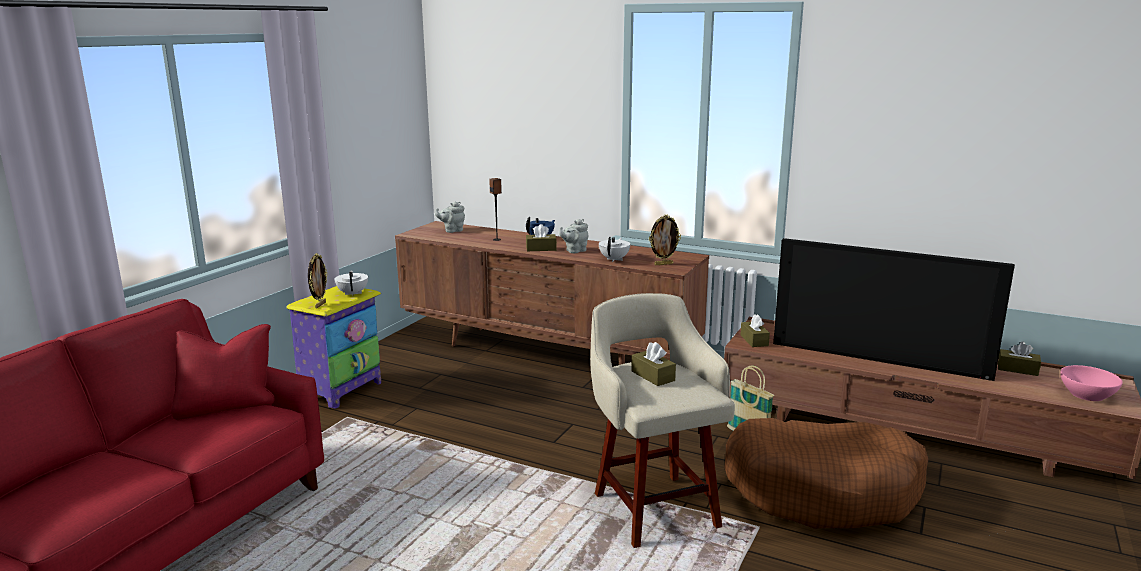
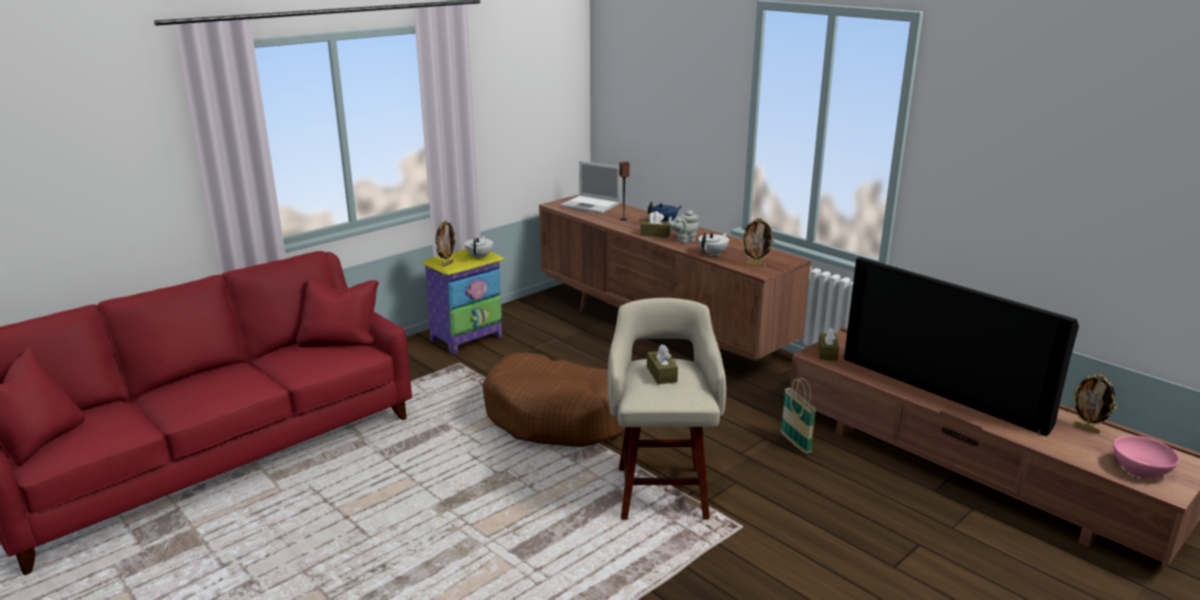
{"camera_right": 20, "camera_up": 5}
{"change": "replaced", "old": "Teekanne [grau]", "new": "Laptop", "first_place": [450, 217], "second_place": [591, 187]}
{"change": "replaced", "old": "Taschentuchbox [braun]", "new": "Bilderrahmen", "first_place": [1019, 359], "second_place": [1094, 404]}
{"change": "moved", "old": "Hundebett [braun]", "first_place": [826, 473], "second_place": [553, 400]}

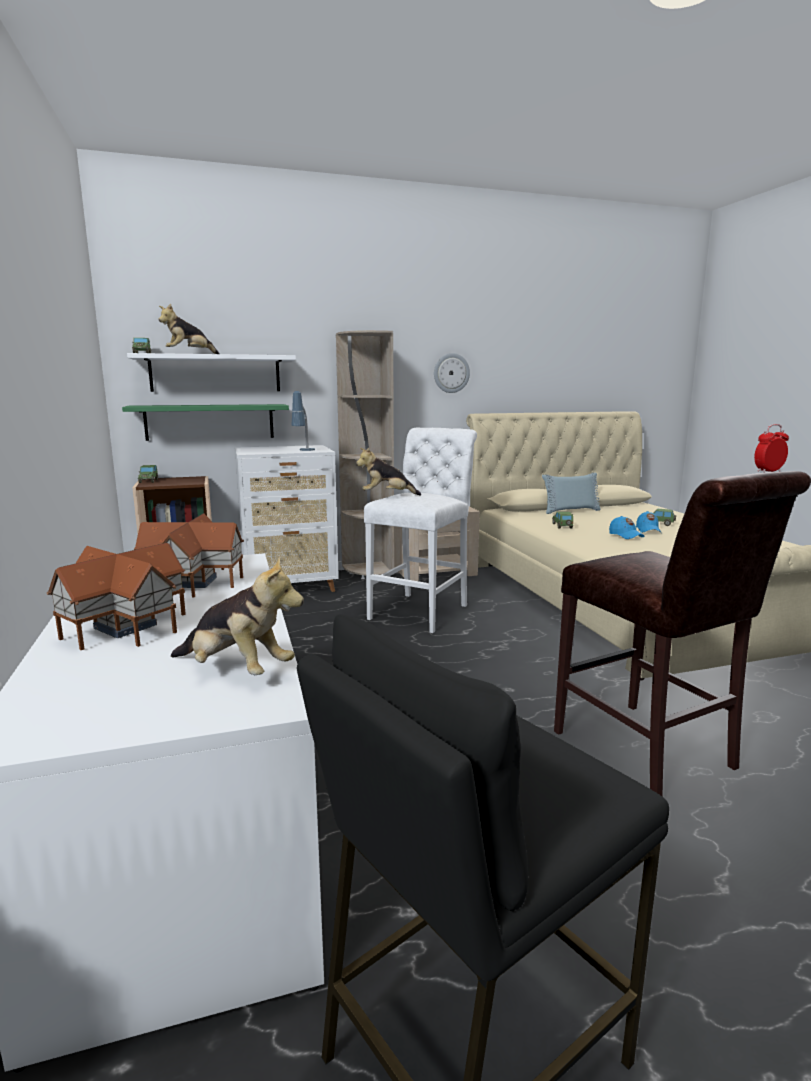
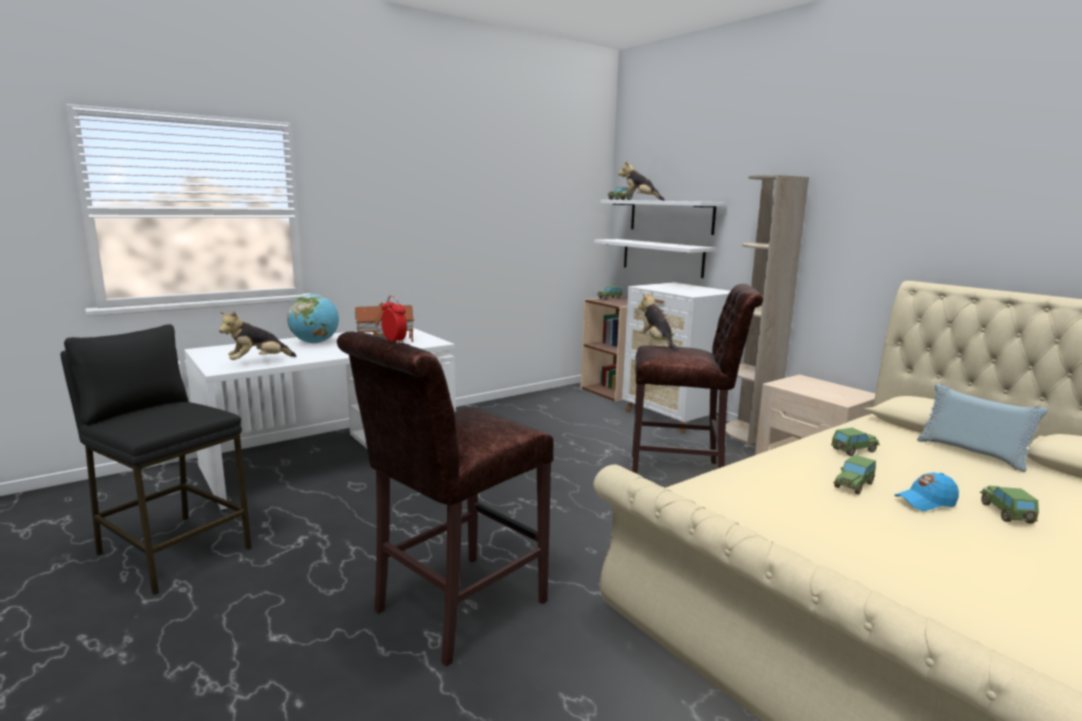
{"camera_right": 70, "camera_up": 0}
{"change": "removed", "old": "Wanduhr", "first_place": [452, 373]}
{"change": "removed", "old": "Tischlampe", "first_place": [303, 421]}
{"change": "recoloured", "old": "Wandregal [grün]", "new": "Wandregal [weiß]", "first_place": [205, 422], "second_place": [655, 258]}
{"change": "recoloured", "old": "Hocker [weiß]", "new": "Hocker [braun]", "first_place": [420, 530], "second_place": [697, 379]}
{"change": "replaced", "old": "Kappe [blau]", "new": "Spielzeugauto", "first_place": [626, 527], "second_place": [854, 475]}
{"change": "replaced", "old": "Spielzeughaus", "new": "Globus", "first_place": [116, 596], "second_place": [313, 318]}
{"change": "turned", "old": "Plüschtier", "first_place": [237, 615], "second_place": [257, 335], "degrees": 45}

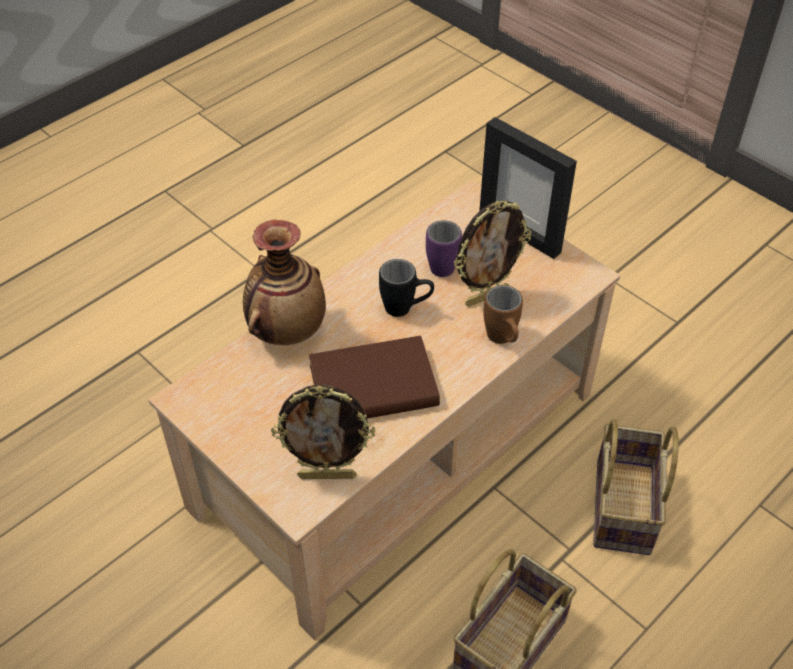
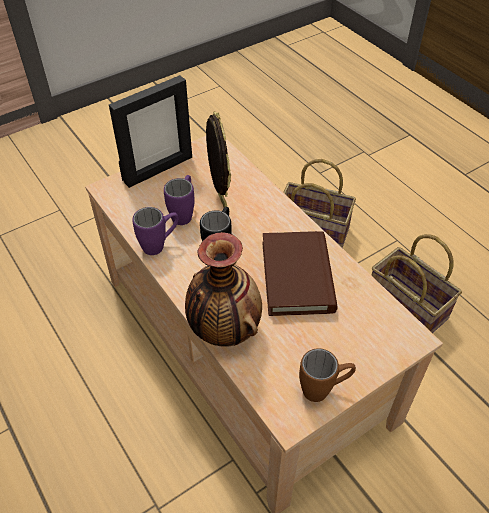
{"camera_right": -80, "camera_up": 0}
{"change": "moved", "old": "Henkelbecher [braun]", "first_place": [503, 314], "second_place": [327, 375]}
{"change": "removed", "old": "Bilderrahmen", "first_place": [323, 431]}
{"change": "added", "new": "Henkelbecher [lila]", "second_place": [155, 231]}

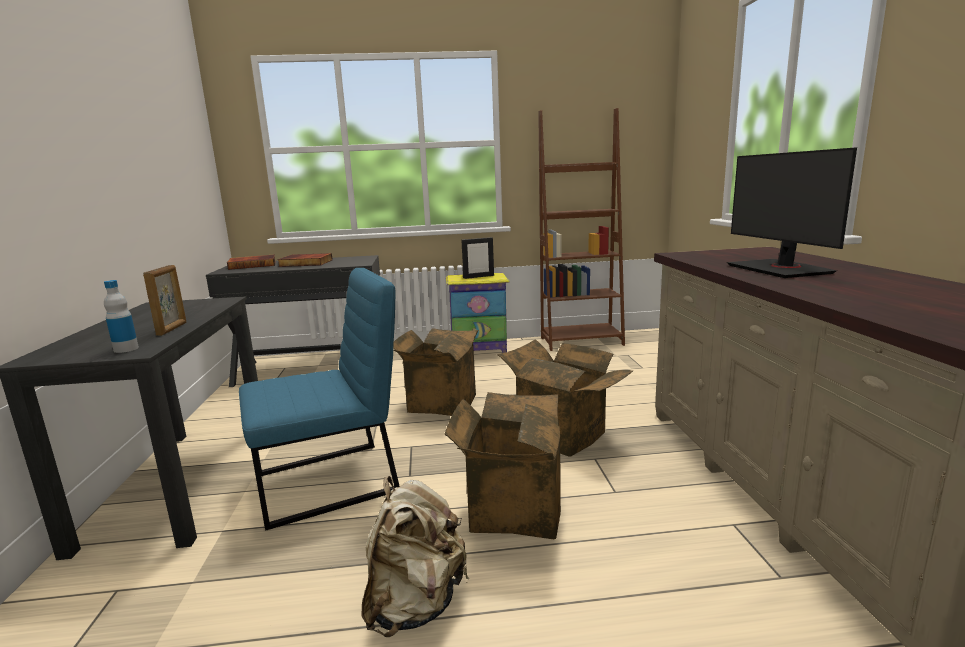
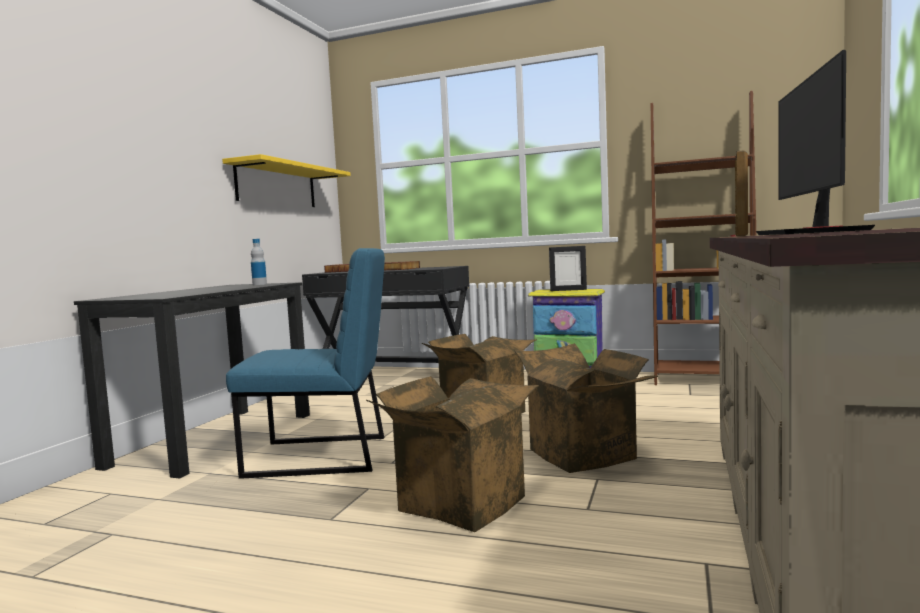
{"camera_right": 25, "camera_up": -10}
{"change": "moved", "old": "Bilderrahmen", "first_place": [164, 300], "second_place": [741, 193]}
{"change": "moved", "old": "Flasche", "first_place": [121, 316], "second_place": [259, 262]}
{"change": "removed", "old": "Rucksack [beige]", "first_place": [415, 556]}
{"change": "added", "new": "Wandregal [gelb]", "second_place": [286, 180]}

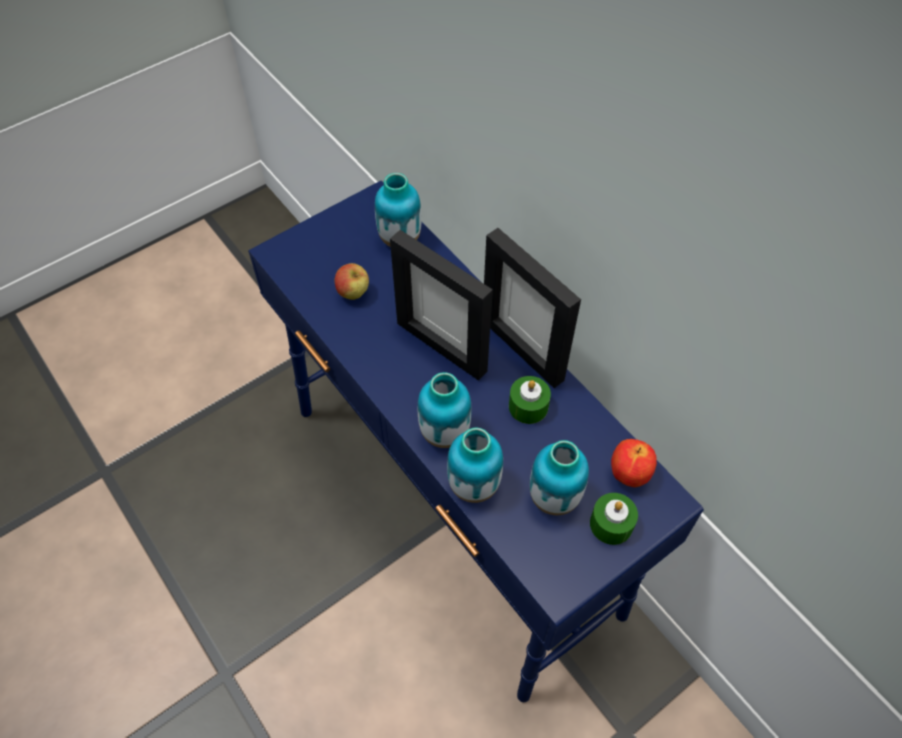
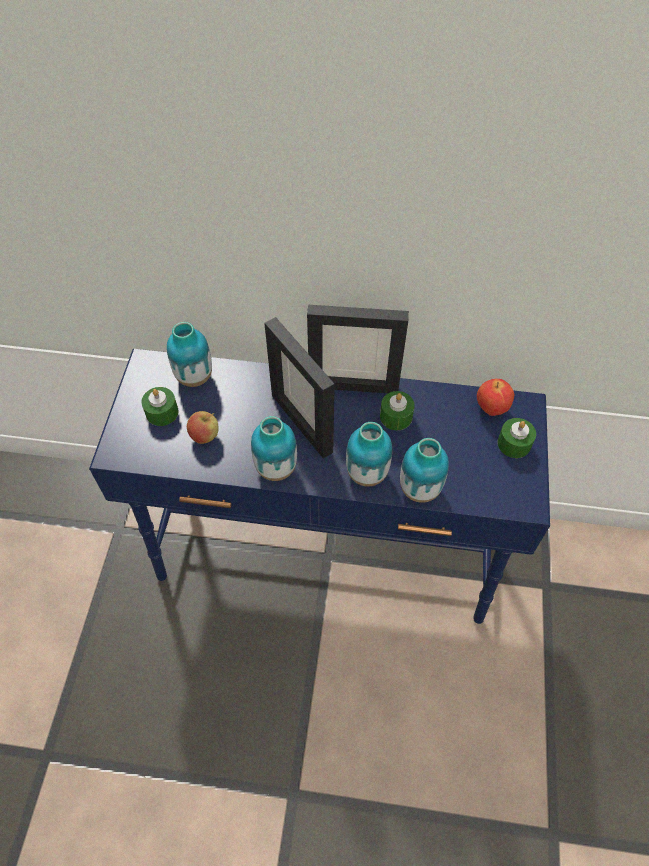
{"camera_right": -45, "camera_up": 0}
{"change": "turned", "old": "Bilderrahmen", "first_place": [441, 305], "second_place": [299, 387], "degrees": 60}
{"change": "moved", "old": "Vase", "first_place": [559, 477], "second_place": [274, 448]}
{"change": "added", "new": "Kerze [grün]", "second_place": [160, 406]}

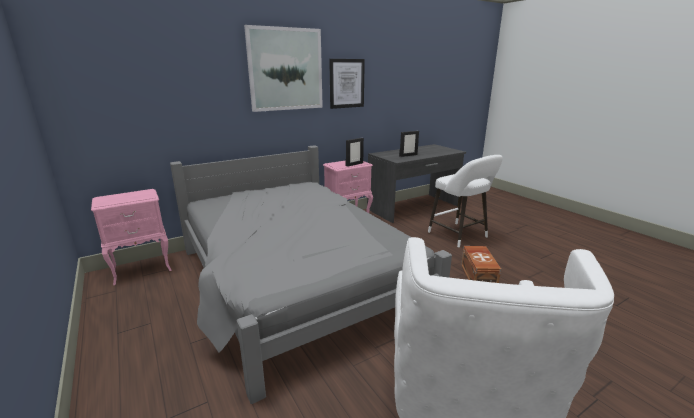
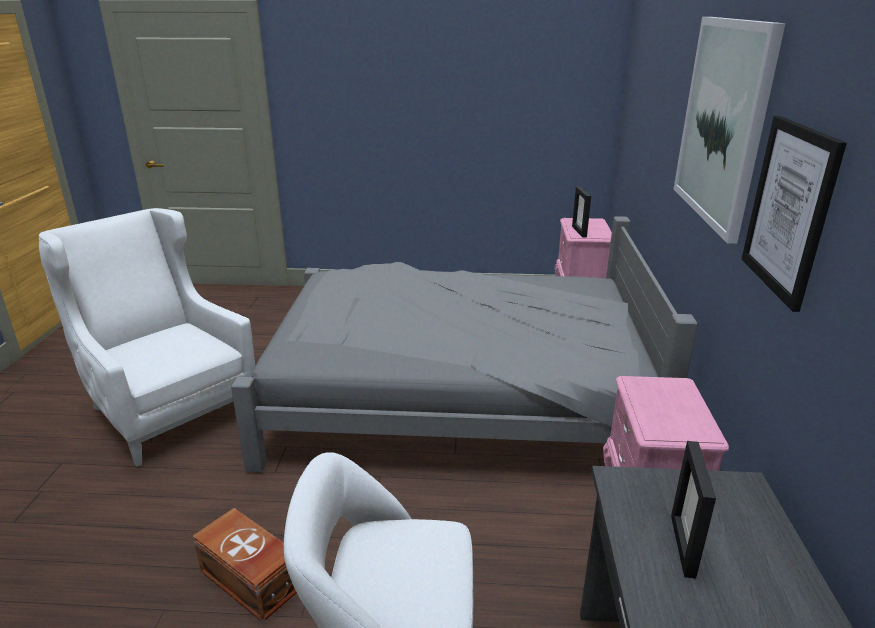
{"camera_right": 125, "camera_up": 5}
{"change": "moved", "old": "Bilderrahmen", "first_place": [354, 152], "second_place": [581, 212]}

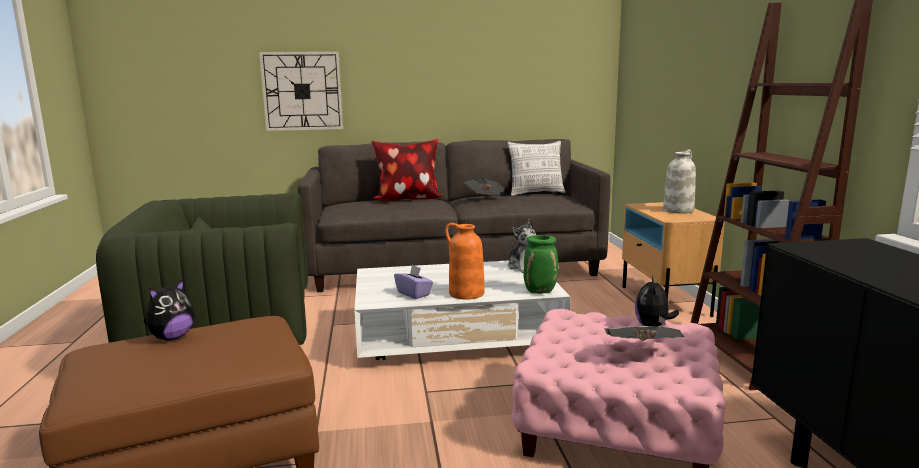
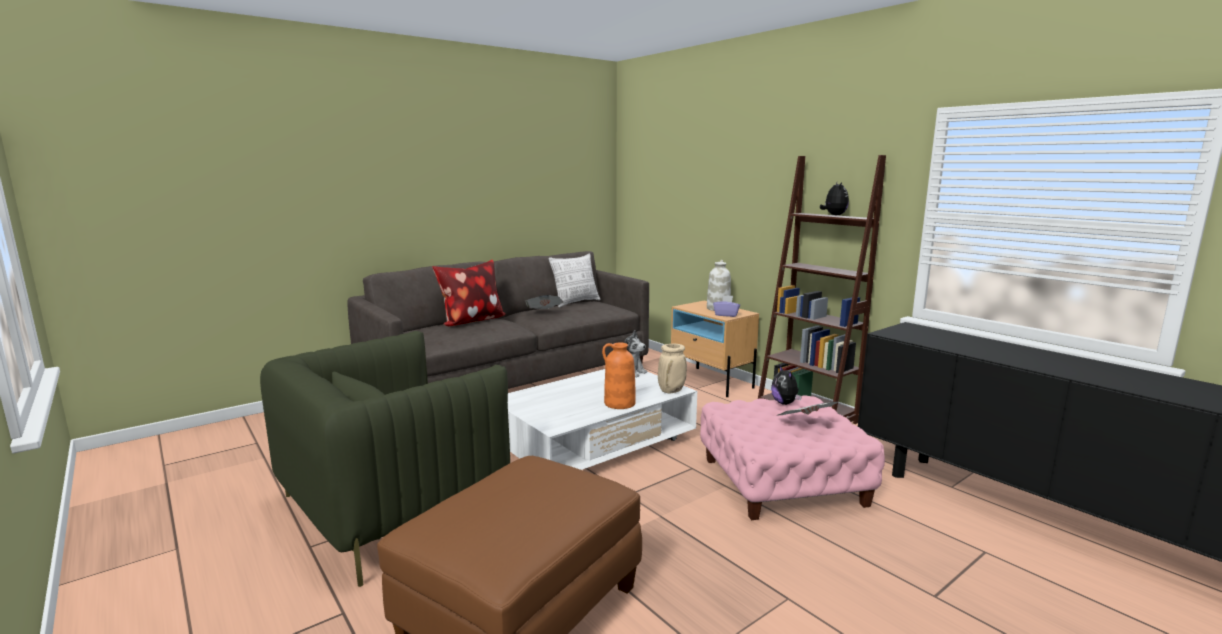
{"camera_right": -30, "camera_up": 0}
{"change": "removed", "old": "Wanduhr", "first_place": [301, 91]}
{"change": "recoloured", "old": "Vase [grün]", "new": "Vase [beige]", "first_place": [540, 264], "second_place": [672, 368]}
{"change": "moved", "old": "Taschentuchbox [lila]", "first_place": [413, 282], "second_place": [726, 306]}
{"change": "moved", "old": "Plüschtier", "first_place": [169, 310], "second_place": [834, 199]}

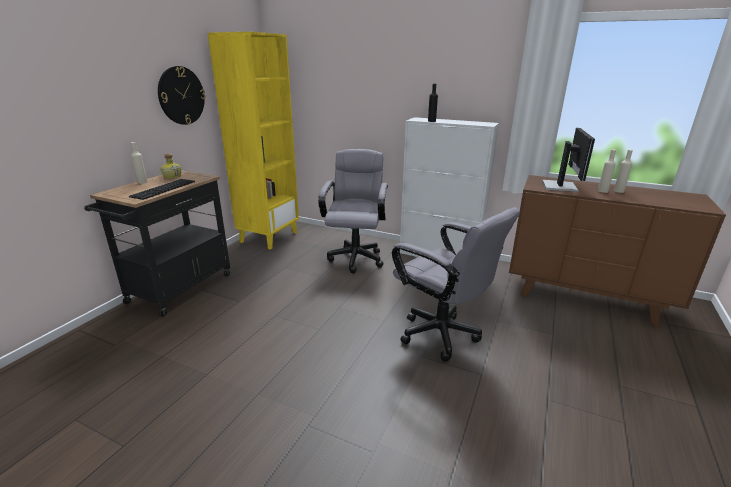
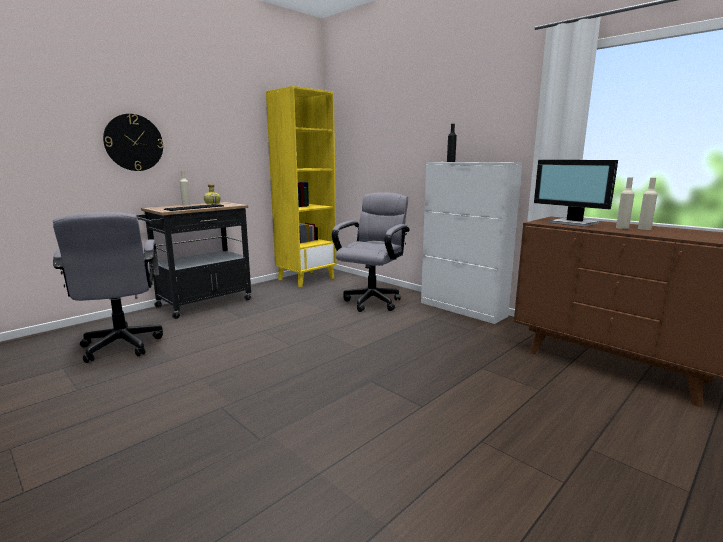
{"camera_right": 20, "camera_up": -10}
{"change": "moved", "old": "Wanduhr", "first_place": [181, 95], "second_place": [133, 142]}
{"change": "turned", "old": "Monitor", "first_place": [568, 160], "second_place": [576, 193], "degrees": 105}
{"change": "moved", "old": "Bürostuhl [grau]", "first_place": [456, 284], "second_place": [108, 287]}

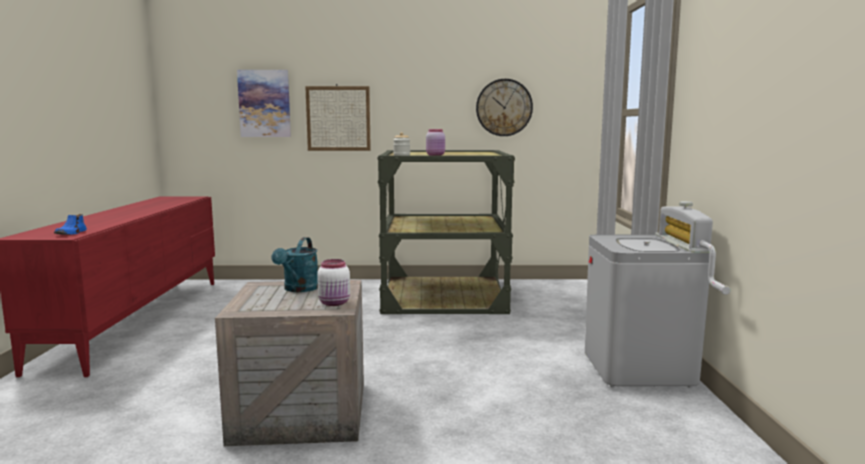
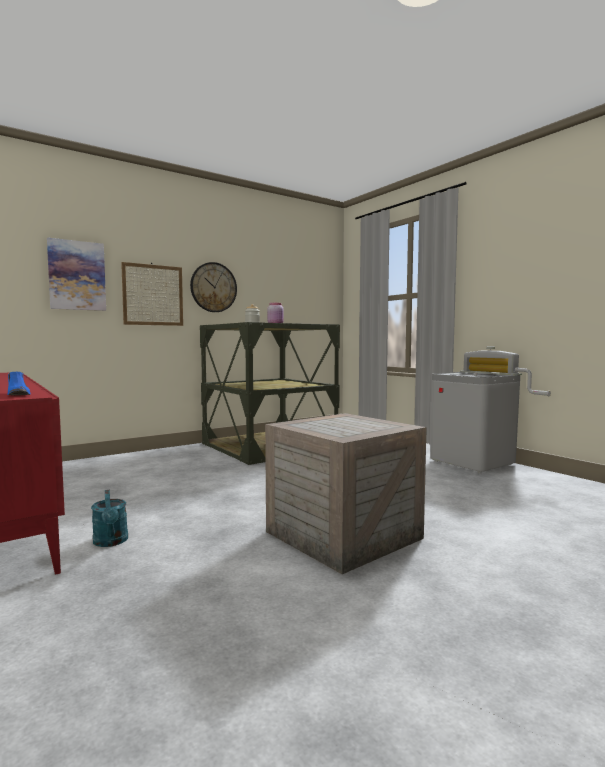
{"camera_right": -35, "camera_up": -5}
{"change": "moved", "old": "Wanduhr", "first_place": [504, 107], "second_place": [213, 287]}
{"change": "moved", "old": "Gießkanne [türkis]", "first_place": [294, 264], "second_place": [109, 518]}
{"change": "removed", "old": "Vorratsglas [weiß]", "first_place": [333, 282]}

